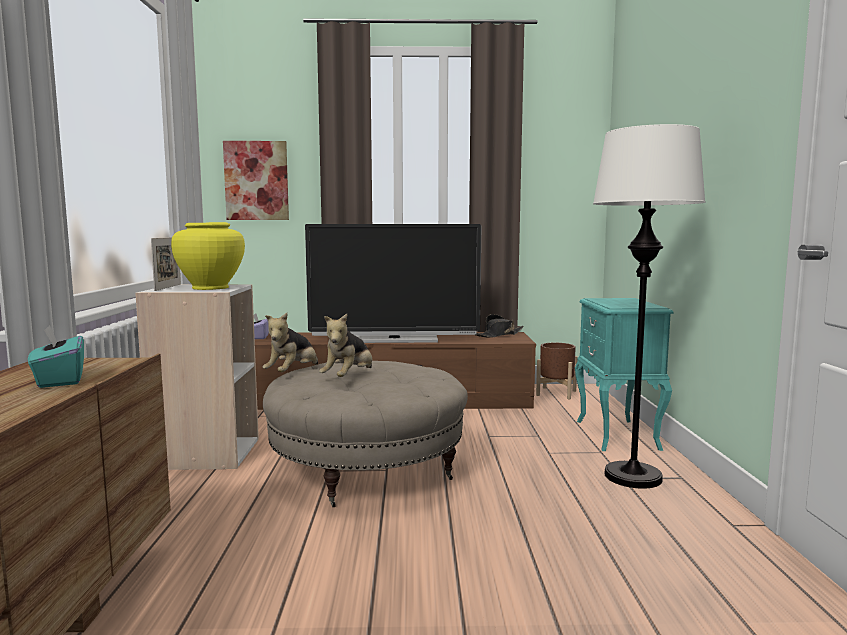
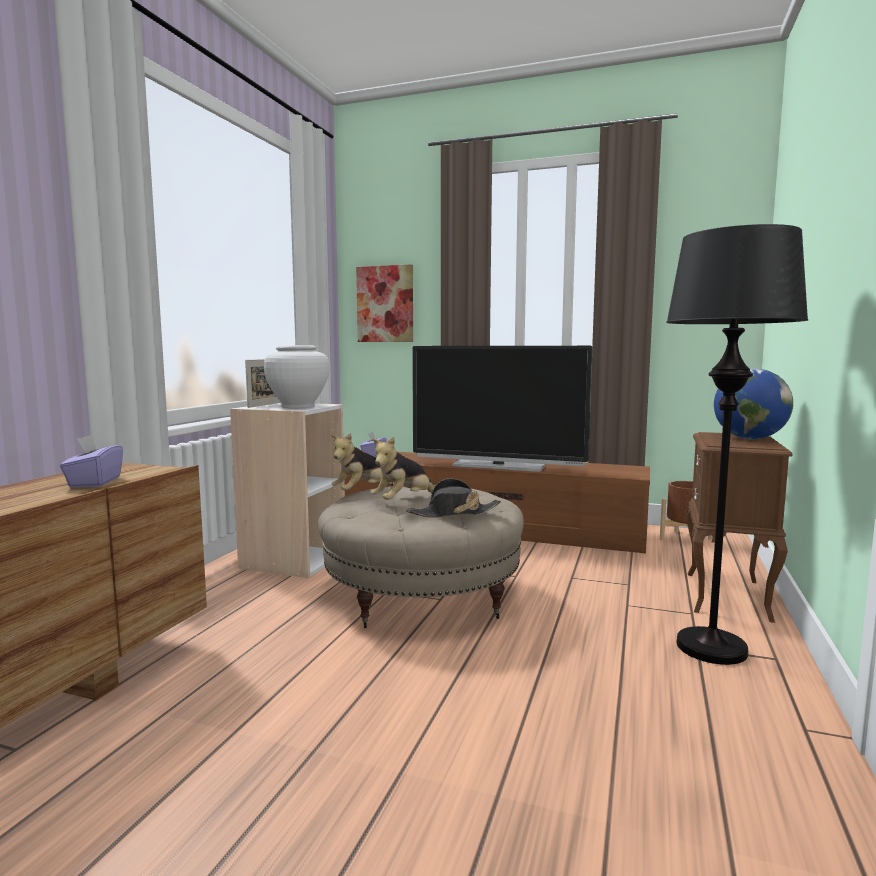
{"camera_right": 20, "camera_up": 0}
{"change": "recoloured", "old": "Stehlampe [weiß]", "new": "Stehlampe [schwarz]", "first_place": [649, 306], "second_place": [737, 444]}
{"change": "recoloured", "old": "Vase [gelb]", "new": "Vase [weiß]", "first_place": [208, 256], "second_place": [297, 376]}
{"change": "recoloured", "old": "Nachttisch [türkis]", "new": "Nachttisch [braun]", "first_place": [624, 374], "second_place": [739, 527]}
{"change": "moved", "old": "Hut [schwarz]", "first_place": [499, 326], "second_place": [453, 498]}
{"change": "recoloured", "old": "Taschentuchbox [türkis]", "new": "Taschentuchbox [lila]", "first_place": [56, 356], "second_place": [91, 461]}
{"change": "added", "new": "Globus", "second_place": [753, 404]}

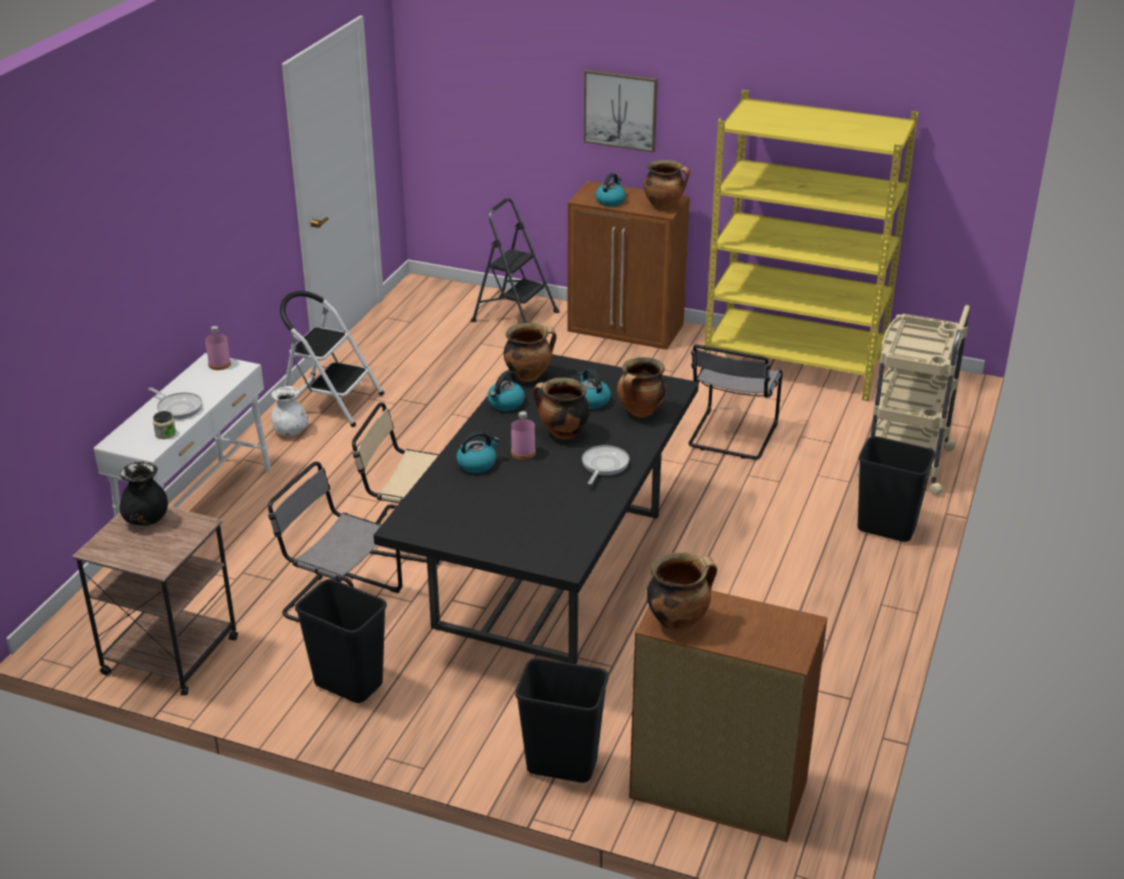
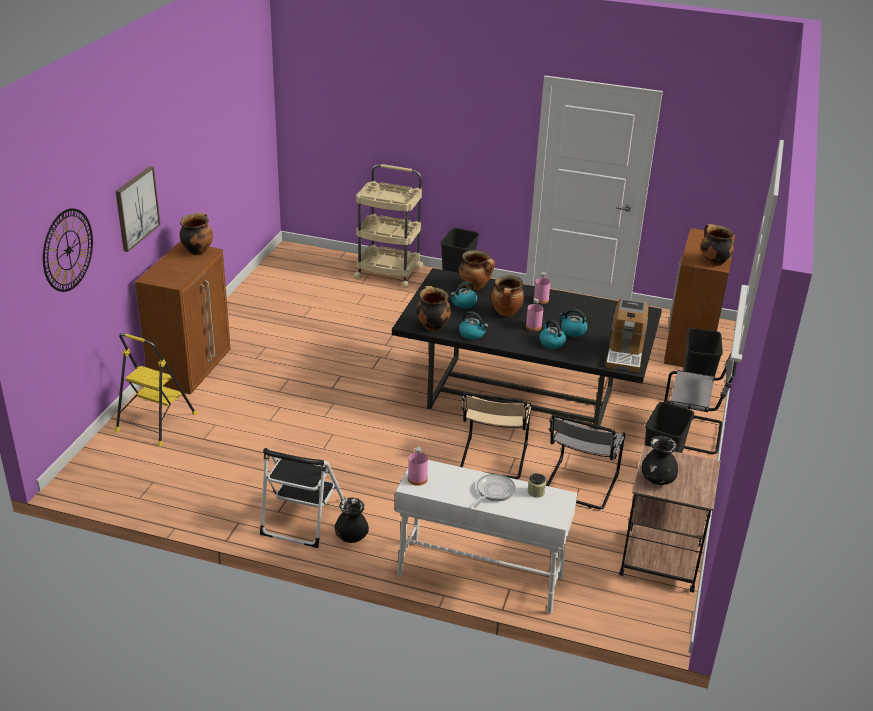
{"camera_right": -95, "camera_up": 0}
{"change": "removed", "old": "Bücherregal [gelb]", "first_place": [811, 245]}
{"change": "moved", "old": "Wasserkessel", "first_place": [610, 189], "second_place": [573, 323]}
{"change": "recoloured", "old": "Trittleiter [schwarz]", "new": "Trittleiter [gelb]", "first_place": [515, 260], "second_place": [155, 390]}
{"change": "moved", "old": "Stuhl [grau]", "first_place": [735, 402], "second_place": [700, 404]}
{"change": "recoloured", "old": "Vase [weiß]", "new": "Vase [schwarz]", "first_place": [289, 411], "second_place": [352, 520]}
{"change": "replaced", "old": "Pfanne", "new": "Flasche [rosa]", "first_place": [605, 465], "second_place": [542, 288]}
{"change": "added", "new": "Wanduhr", "second_place": [68, 250]}
{"change": "added", "new": "Kaffeemaschine", "second_place": [627, 335]}

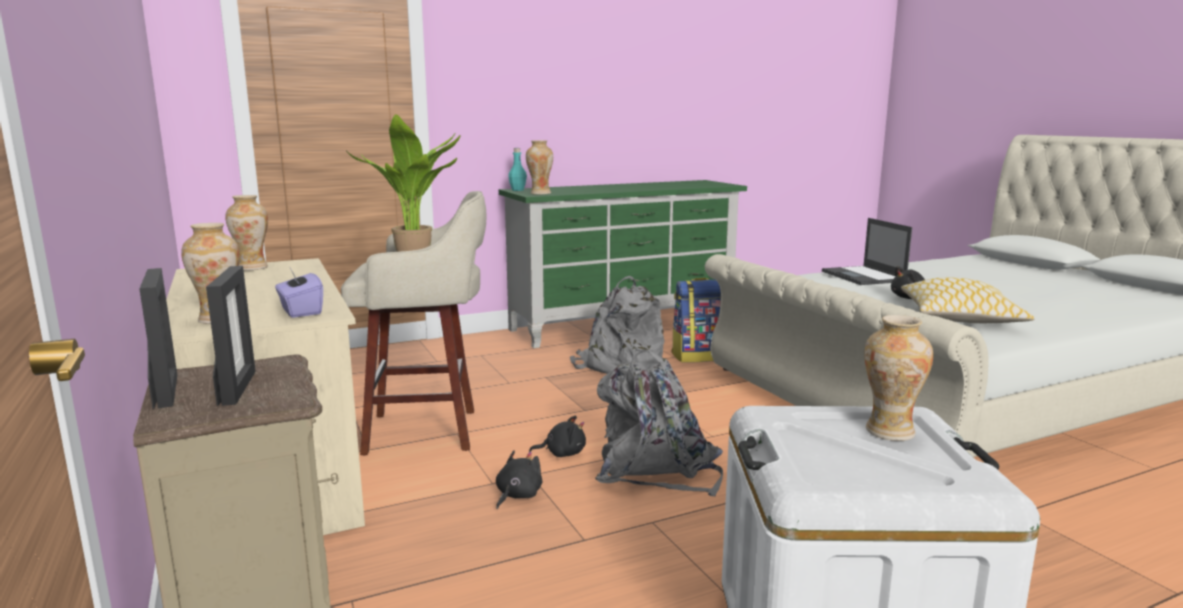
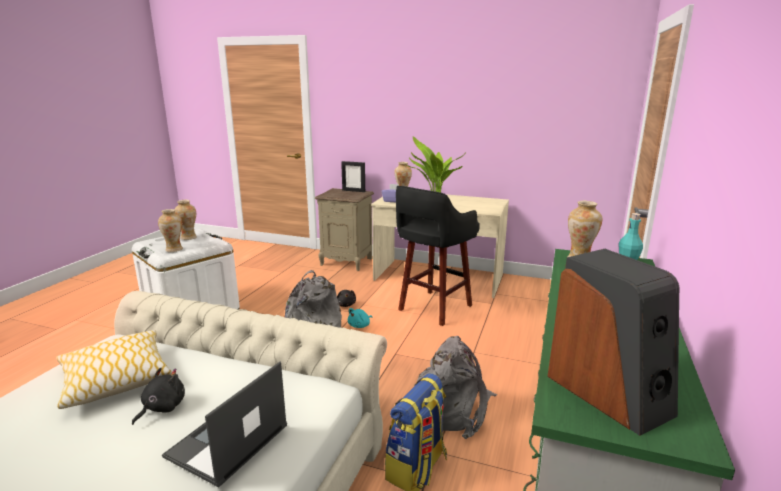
{"camera_right": 135, "camera_up": 5}
{"change": "recoloured", "old": "Hocker [beige]", "new": "Hocker [schwarz]", "first_place": [413, 323], "second_place": [438, 256]}
{"change": "moved", "old": "Vase", "first_place": [246, 233], "second_place": [185, 220]}
{"change": "turned", "old": "Laptop", "first_place": [867, 251], "second_place": [224, 424], "degrees": -90}
{"change": "removed", "old": "Bilderrahmen", "first_place": [231, 336]}
{"change": "recoloured", "old": "Plüschtier [schwarz]", "new": "Plüschtier [türkis]", "first_place": [557, 436], "second_place": [360, 318]}
{"change": "added", "new": "Lautsprecher", "second_place": [613, 342]}

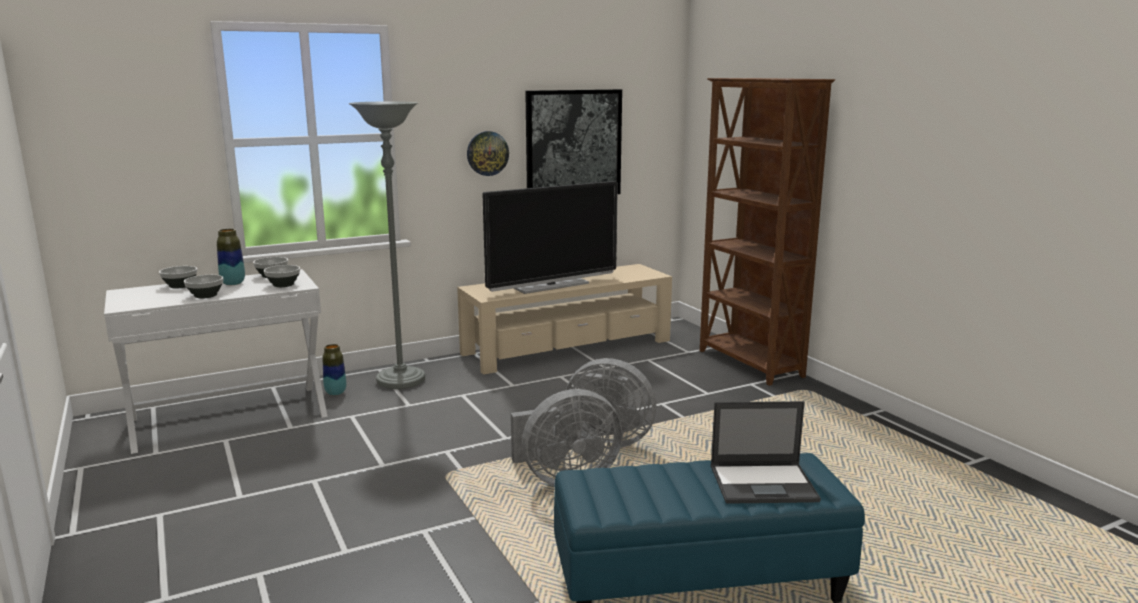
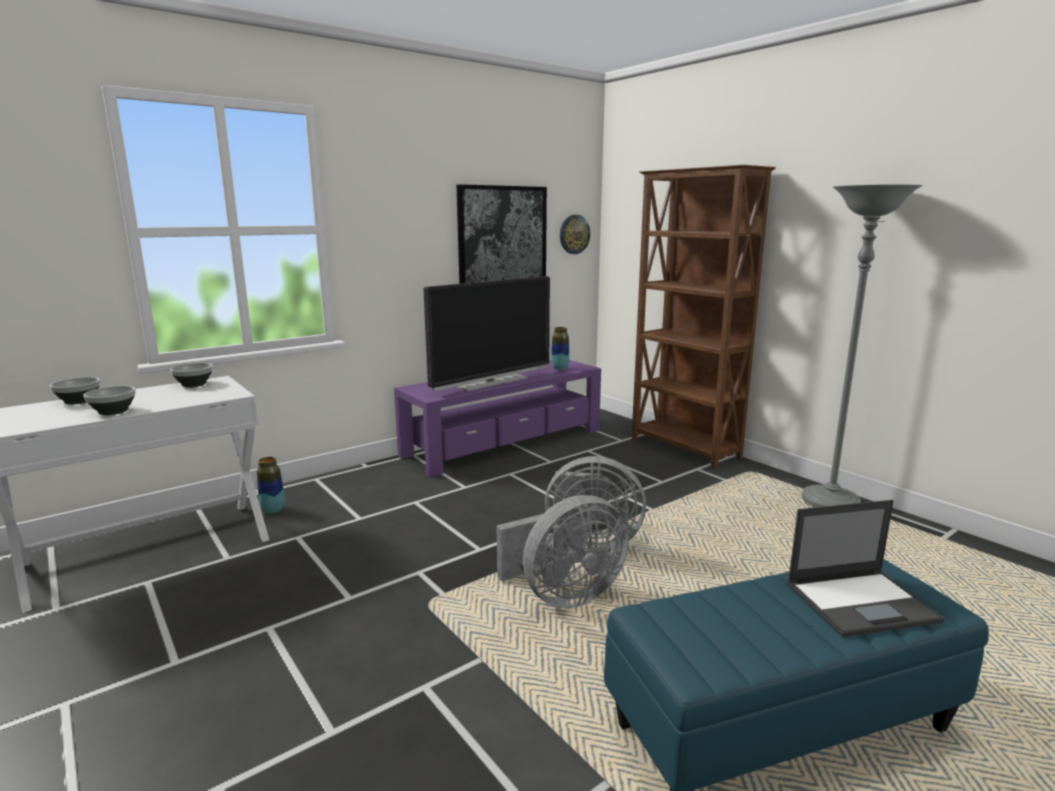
{"camera_right": -10, "camera_up": 0}
{"change": "moved", "old": "Stehlampe [grau]", "first_place": [387, 245], "second_place": [862, 345]}
{"change": "moved", "old": "Wanduhr", "first_place": [488, 153], "second_place": [575, 234]}
{"change": "moved", "old": "Vase", "first_place": [231, 257], "second_place": [560, 348]}
{"change": "recoloured", "old": "Fernsehschrank [beige]", "new": "Fernsehschrank [lila]", "first_place": [564, 319], "second_place": [497, 418]}
{"change": "removed", "old": "Schüssel", "first_place": [282, 276]}

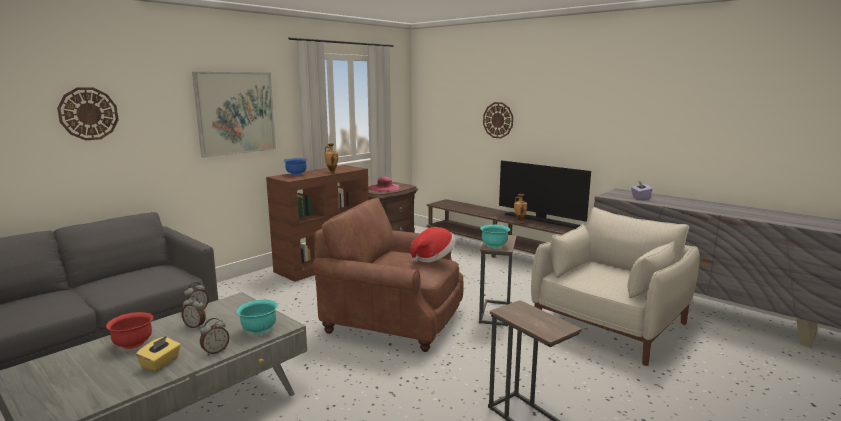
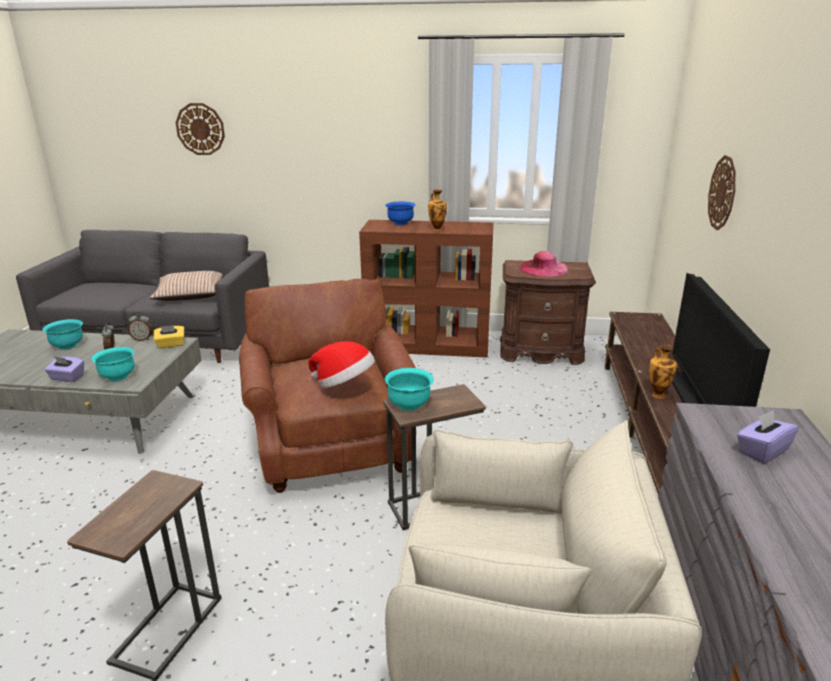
{"camera_right": 55, "camera_up": 10}
{"change": "removed", "old": "Bild", "first_place": [234, 115]}
{"change": "recoloured", "old": "Schüssel [rot]", "new": "Schüssel [türkis]", "first_place": [129, 330], "second_place": [62, 334]}
{"change": "replaced", "old": "Wecker", "new": "Taschentuchbox [lila]", "first_place": [214, 336], "second_place": [64, 369]}
{"change": "moved", "old": "Taschentuchbox [gelb]", "first_place": [158, 353], "second_place": [169, 336]}
{"change": "added", "new": "Kissen", "second_place": [186, 286]}

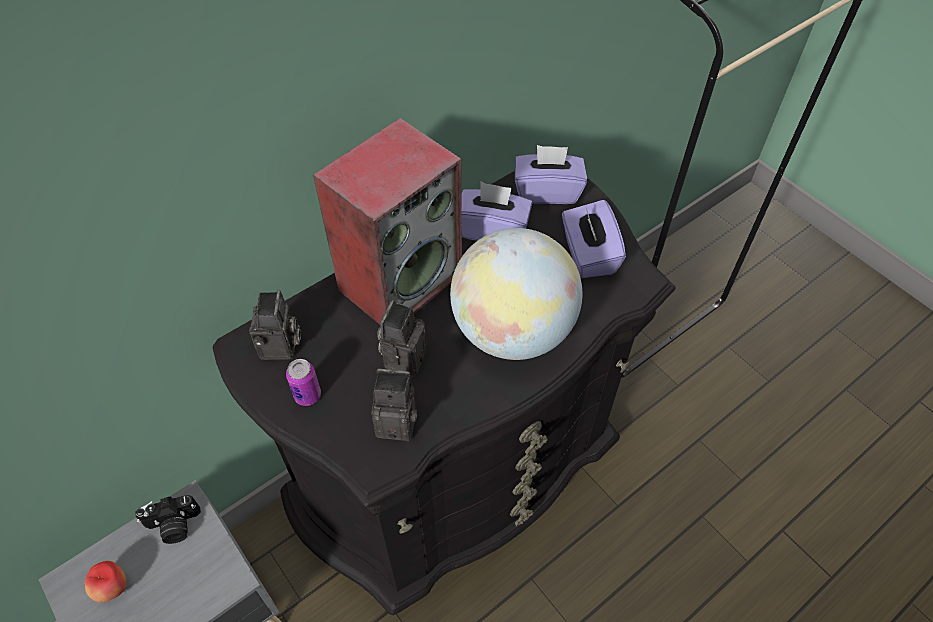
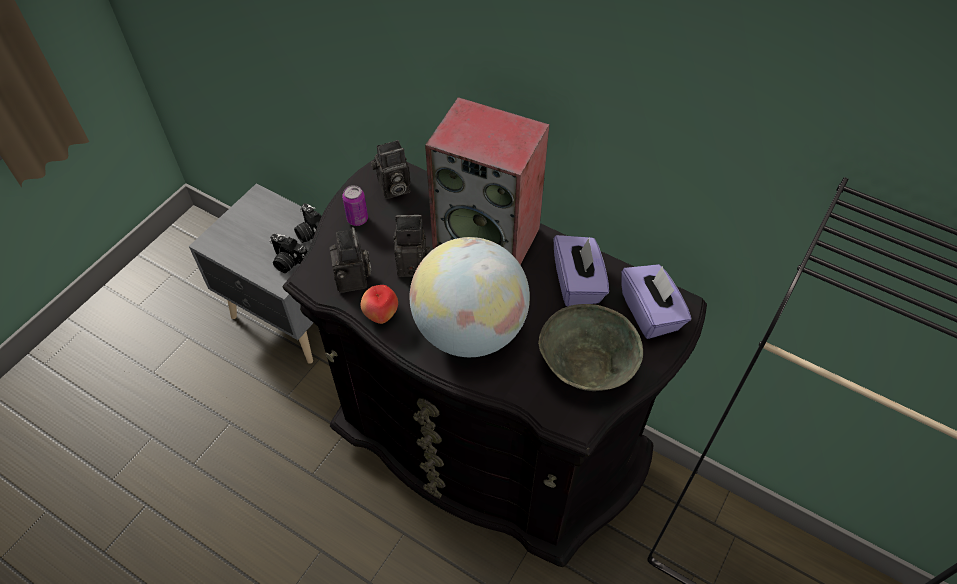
{"camera_right": 70, "camera_up": 0}
{"change": "replaced", "old": "Taschentuchbox [lila]", "new": "Schüssel [grau]", "first_place": [594, 239], "second_place": [590, 347]}
{"change": "moved", "old": "Apfel", "first_place": [106, 582], "second_place": [379, 304]}
{"change": "added", "new": "Kamera", "second_place": [289, 253]}

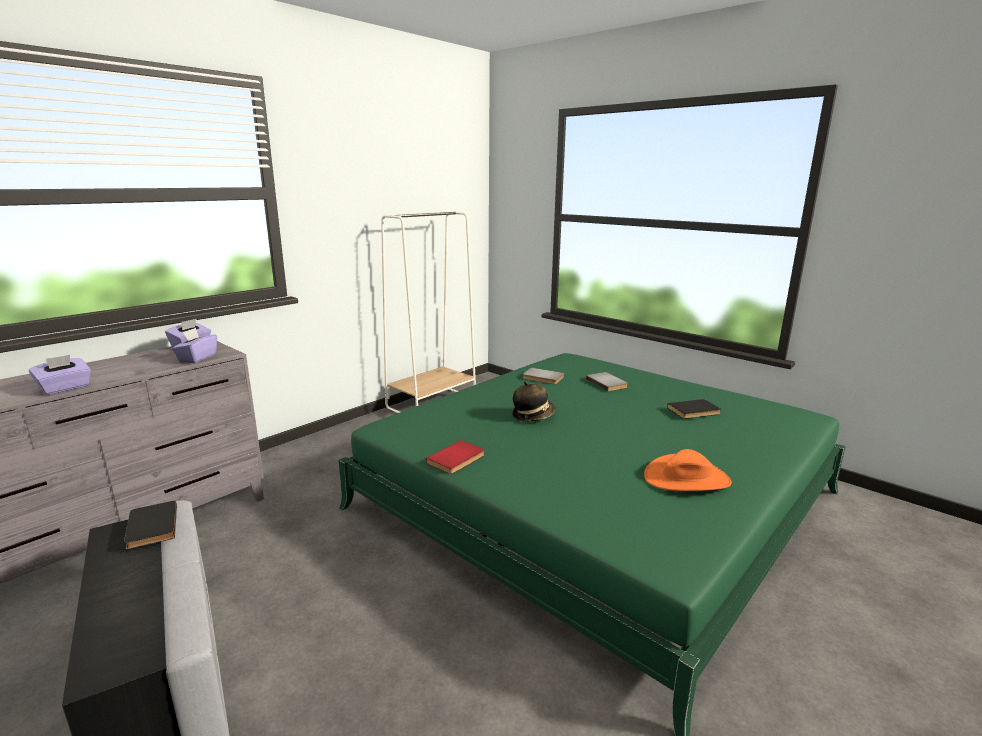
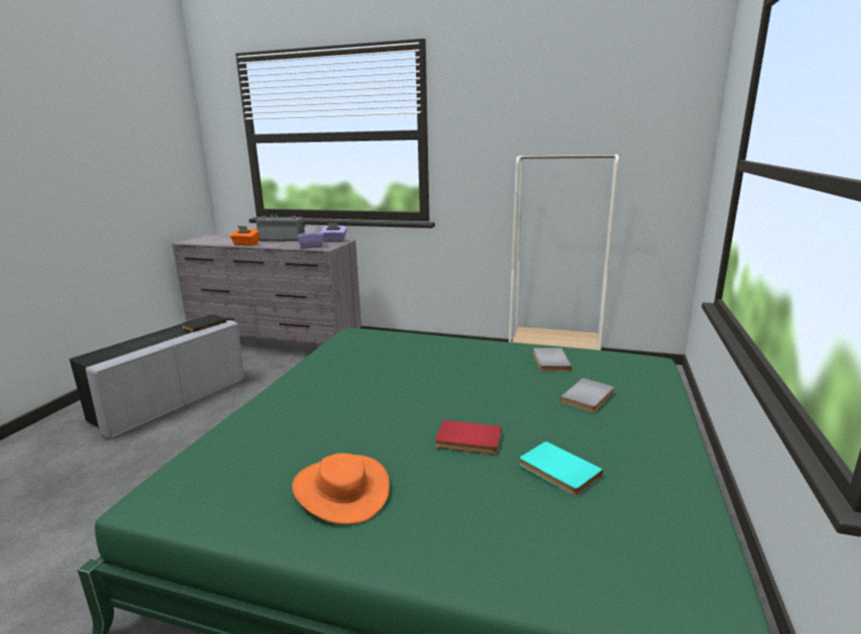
{"camera_right": 65, "camera_up": 0}
{"change": "recoloured", "old": "Taschentuchbox [lila]", "new": "Taschentuchbox [orange]", "first_place": [60, 375], "second_place": [244, 236]}
{"change": "removed", "old": "Hut", "first_place": [534, 401]}
{"change": "recoloured", "old": "Buch [schwarz]", "new": "Buch [türkis]", "first_place": [694, 409], "second_place": [561, 468]}
{"change": "moved", "old": "Buch [rot]", "first_place": [455, 457], "second_place": [468, 437]}
{"change": "added", "new": "Radio", "second_place": [281, 228]}

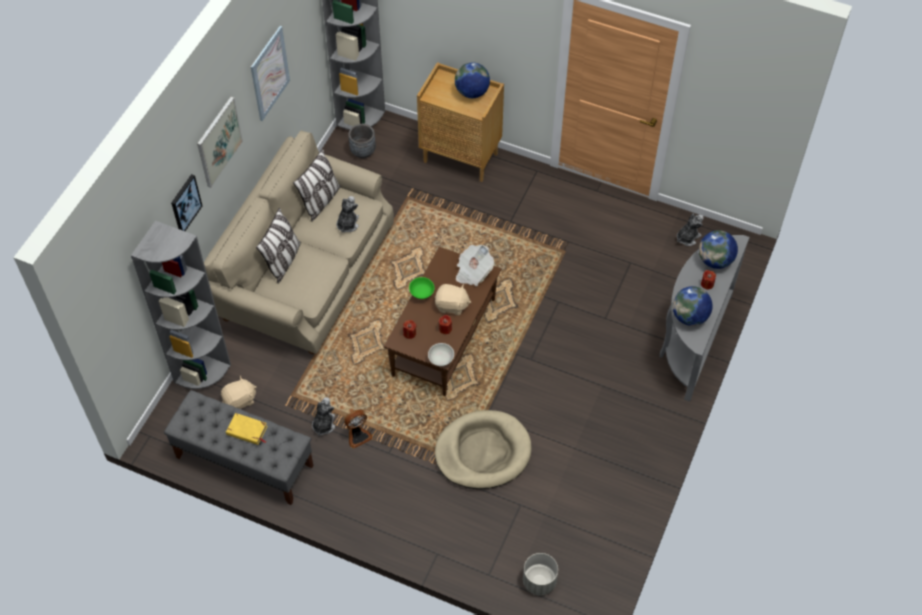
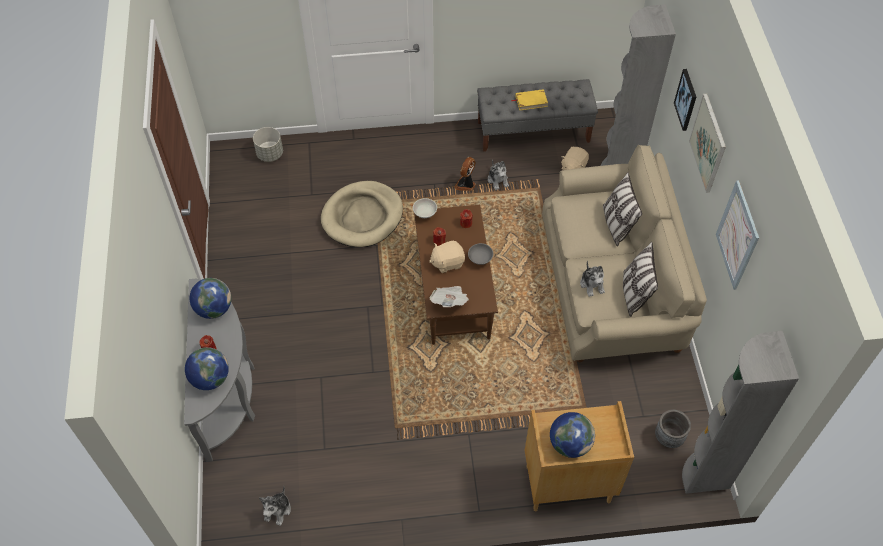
{"camera_right": 150, "camera_up": 0}
{"change": "recoloured", "old": "Schüssel [grün]", "new": "Schüssel [grau]", "first_place": [422, 288], "second_place": [480, 254]}

